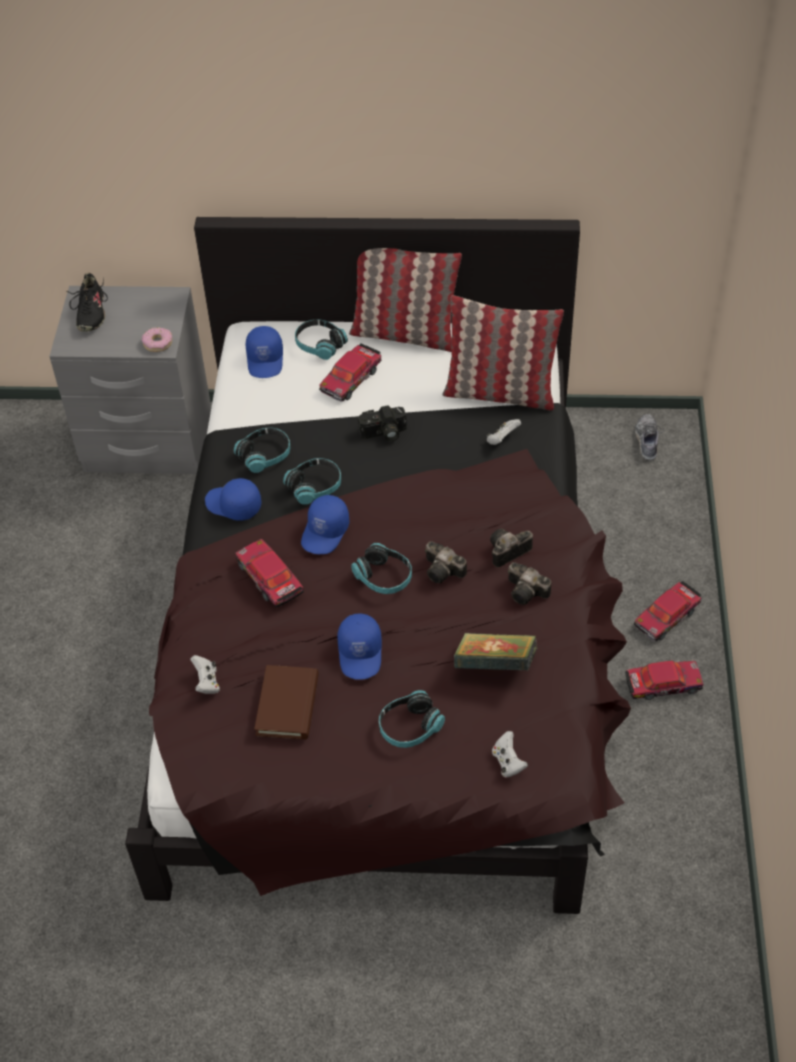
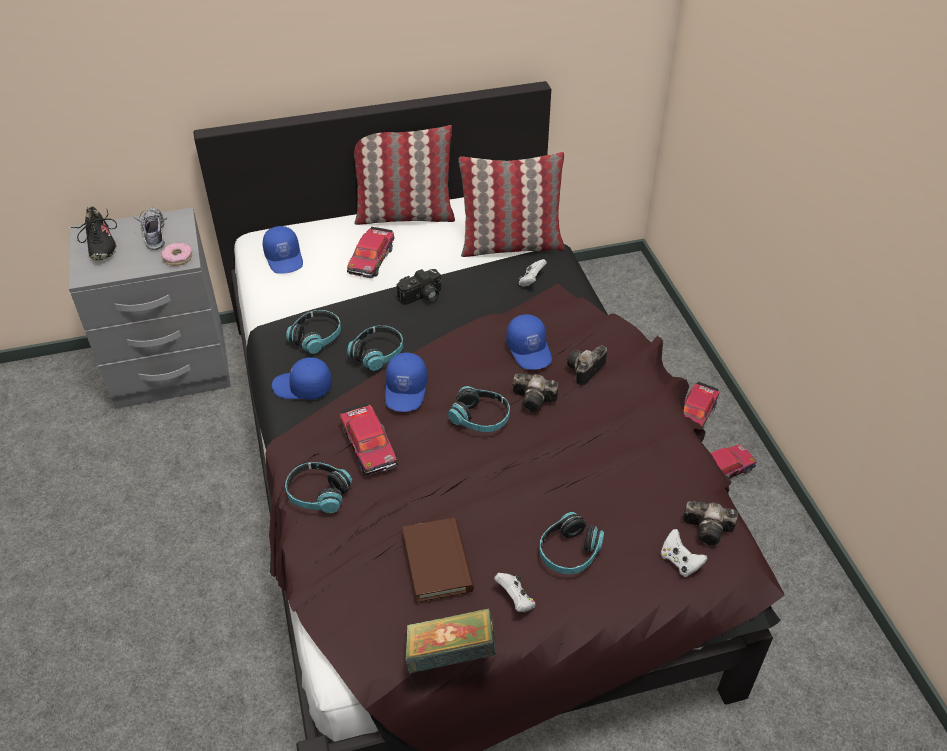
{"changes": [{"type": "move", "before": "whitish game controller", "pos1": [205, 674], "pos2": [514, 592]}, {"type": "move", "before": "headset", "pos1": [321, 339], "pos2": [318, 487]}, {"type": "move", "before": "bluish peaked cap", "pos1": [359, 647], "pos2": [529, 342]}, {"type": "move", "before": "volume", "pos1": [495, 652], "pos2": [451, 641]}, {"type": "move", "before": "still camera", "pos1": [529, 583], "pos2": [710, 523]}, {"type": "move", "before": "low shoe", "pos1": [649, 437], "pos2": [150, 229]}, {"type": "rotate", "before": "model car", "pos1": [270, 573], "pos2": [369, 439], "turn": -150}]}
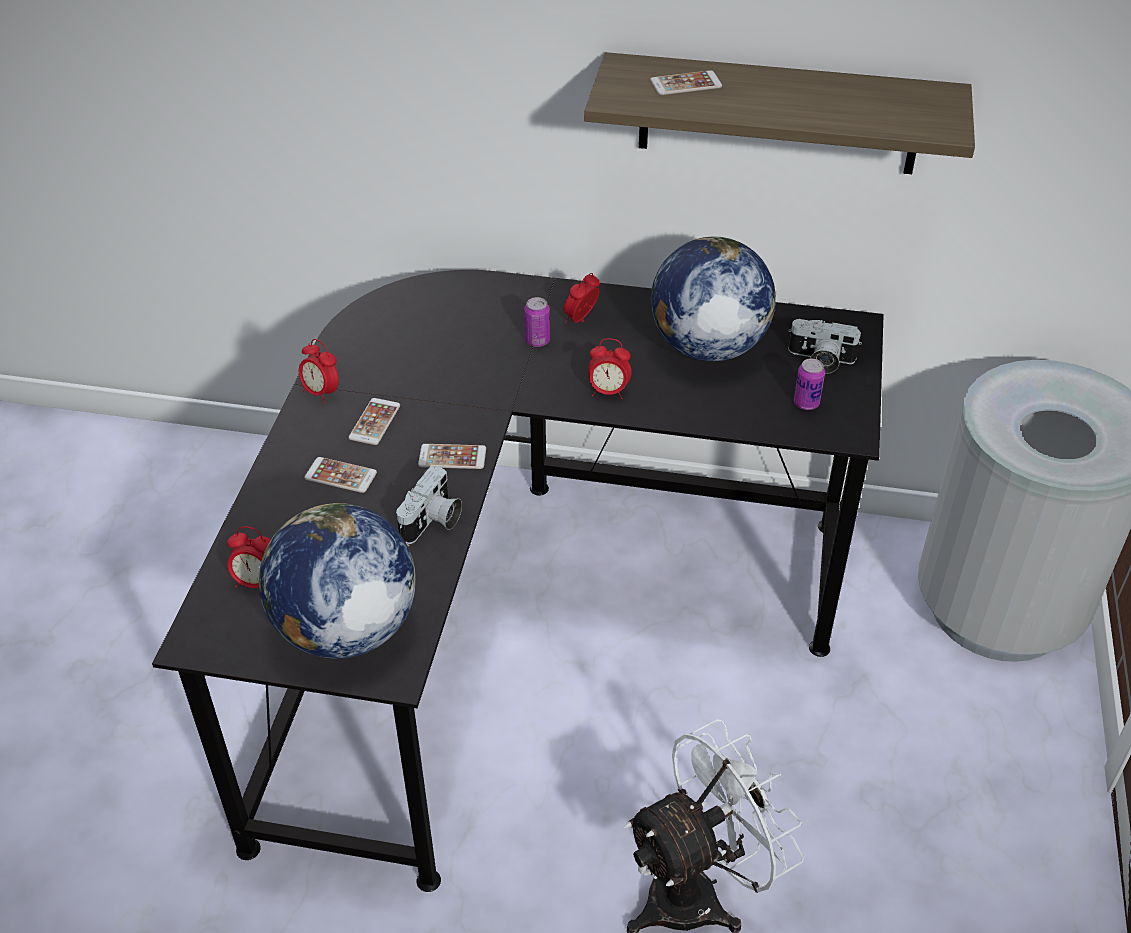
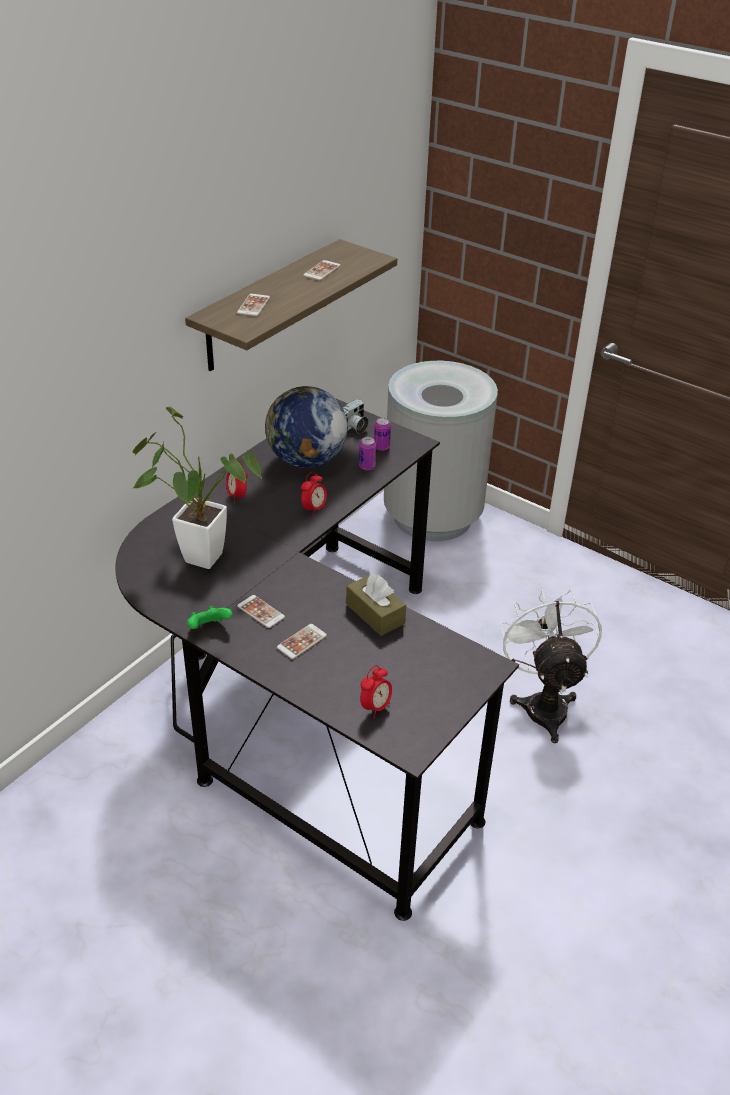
{"changes": [{"type": "delete", "before": "desk globe", "pos1": [337, 581]}, {"type": "insert", "after": "potted plant", "pos2": [197, 488]}, {"type": "move", "before": "phone", "pos1": [452, 456], "pos2": [322, 270]}, {"type": "move", "before": "metal can", "pos1": [537, 322], "pos2": [367, 453]}, {"type": "replace", "before": "table clock", "after": "green-coloured game controller", "pos1": [319, 371], "pos2": [210, 617]}, {"type": "replace", "before": "still camera", "after": "brown-coloured tissue box", "pos1": [429, 505], "pos2": [376, 604]}]}
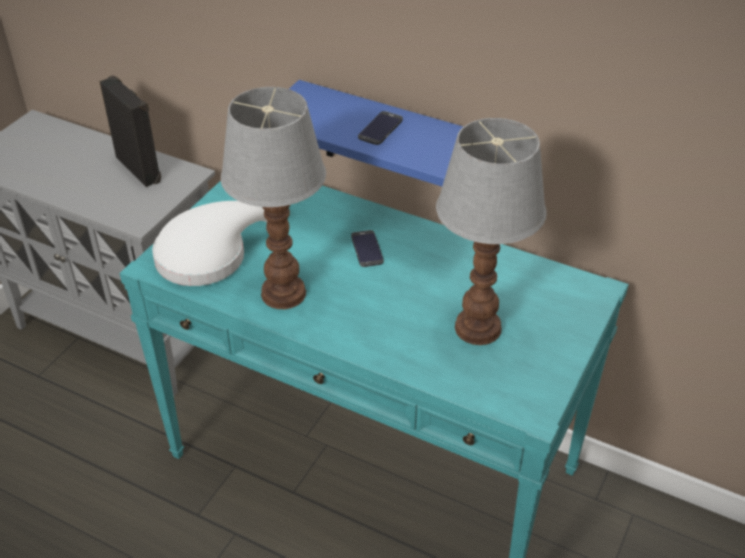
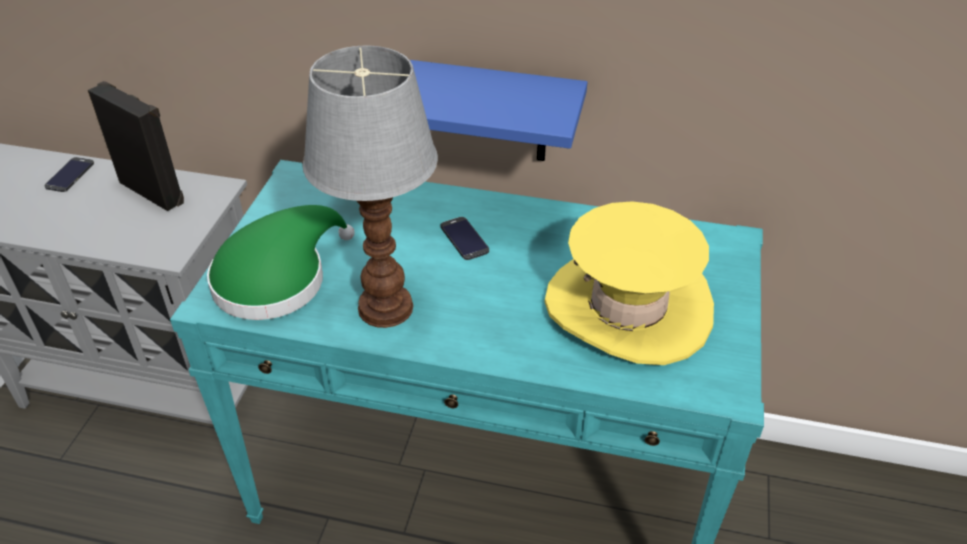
{"changes": [{"type": "move", "before": "phone", "pos1": [380, 128], "pos2": [69, 174]}, {"type": "replace", "before": "lamp for a table", "after": "yellow-coloured wearable hat", "pos1": [491, 231], "pos2": [629, 283]}, {"type": "recolor", "before": "whitish wearable hat", "after": "green-coloured wearable hat", "pos1": [209, 243], "pos2": [281, 262]}]}
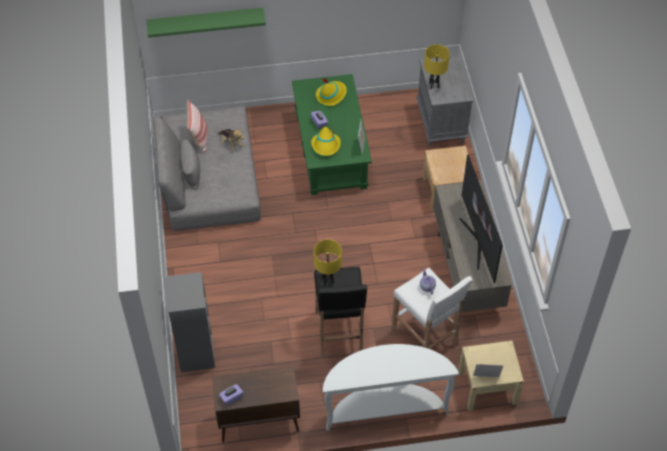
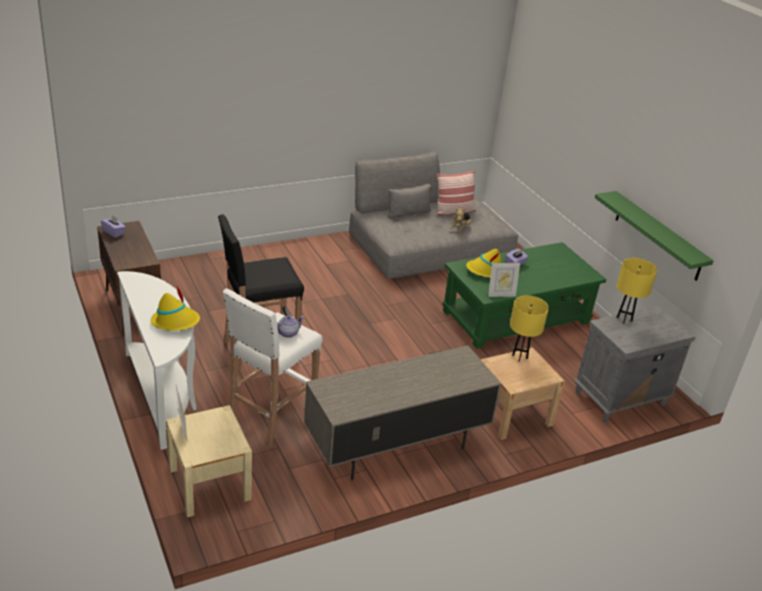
{"changes": [{"type": "delete", "before": "grey bookcase", "pos1": [190, 322]}, {"type": "delete", "before": "TV", "pos1": [481, 219]}, {"type": "move", "before": "green-coloured wall shelf", "pos1": [206, 23], "pos2": [654, 236]}, {"type": "move", "before": "yellow-coloured lamp for a table", "pos1": [328, 262], "pos2": [529, 328]}, {"type": "move", "before": "yellow-coloured wearable hat", "pos1": [331, 92], "pos2": [175, 308]}]}
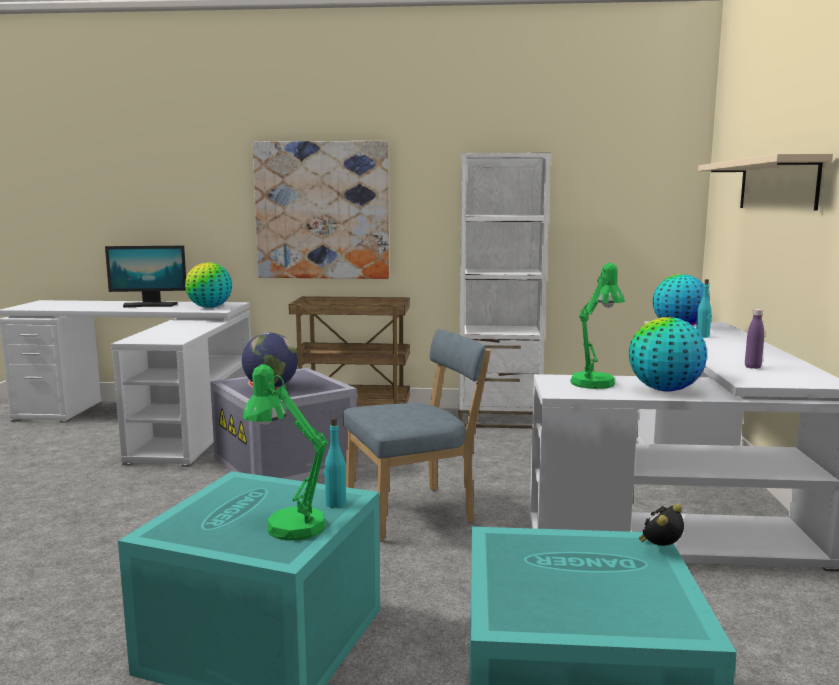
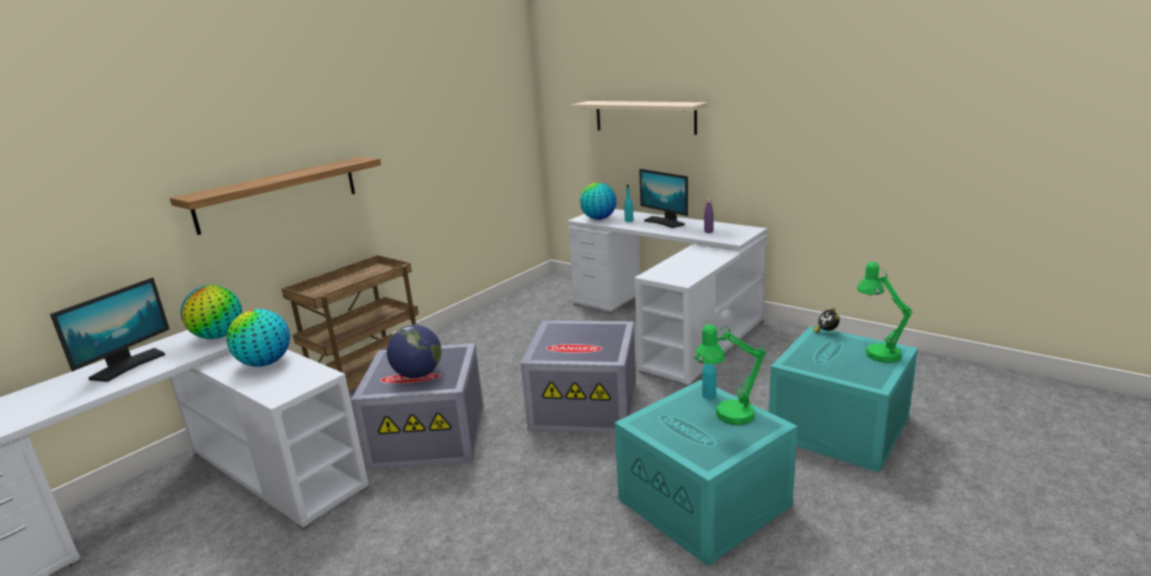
{"changes": [{"type": "delete", "before": "whitish bookcase", "pos1": [504, 291]}, {"type": "insert", "after": "computer display", "pos2": [663, 198]}, {"type": "move", "before": "green-coloured lamp for a table", "pos1": [597, 326], "pos2": [885, 312]}, {"type": "move", "before": "desk globe", "pos1": [668, 354], "pos2": [258, 338]}, {"type": "replace", "before": "wall art", "after": "wall shelf", "pos1": [321, 210], "pos2": [275, 196]}, {"type": "replace", "before": "bluish plain chair", "after": "grey storage bin", "pos1": [417, 435], "pos2": [578, 377]}]}
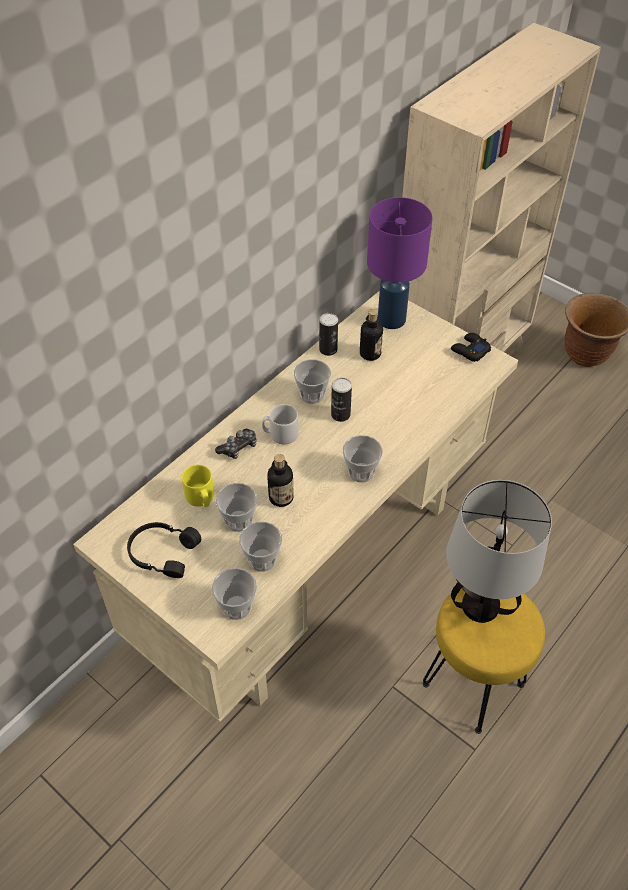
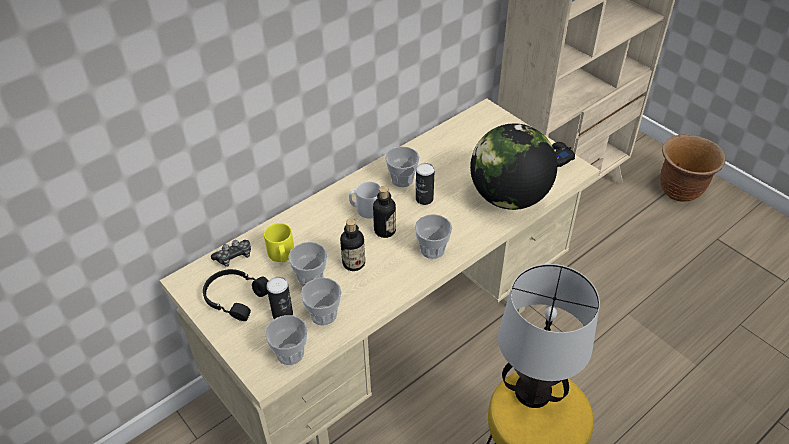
{"changes": [{"type": "delete", "before": "purplish lamp for a table", "pos1": [399, 263]}, {"type": "insert", "after": "desk globe", "pos2": [513, 167]}, {"type": "move", "before": "game controller", "pos1": [236, 444], "pos2": [231, 253]}, {"type": "move", "before": "metal can", "pos1": [328, 334], "pos2": [279, 298]}, {"type": "move", "before": "bottle", "pos1": [371, 335], "pos2": [384, 212]}]}
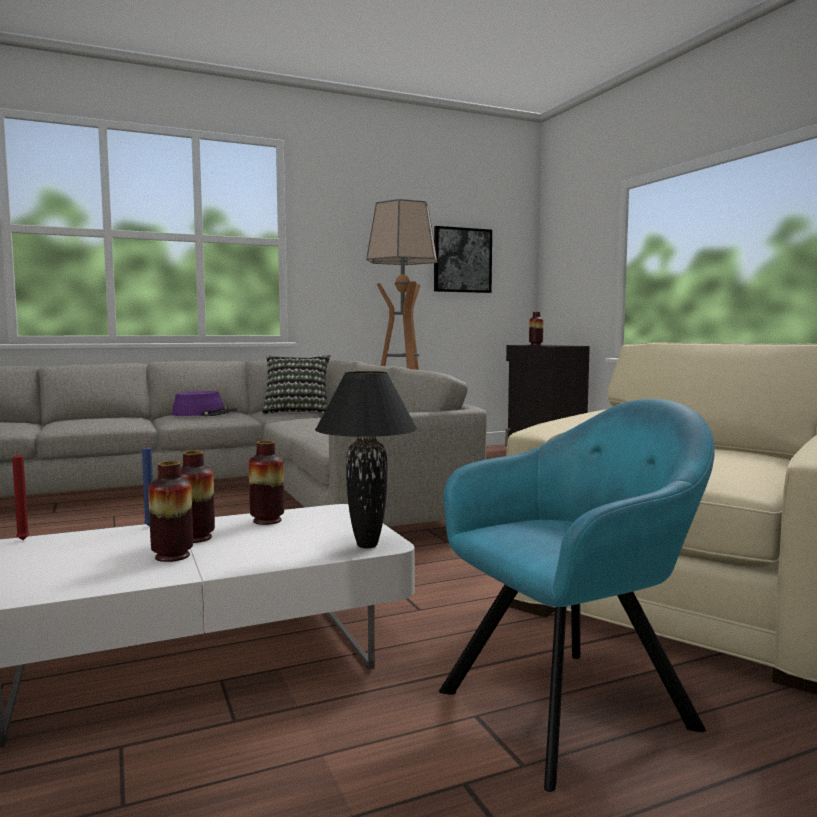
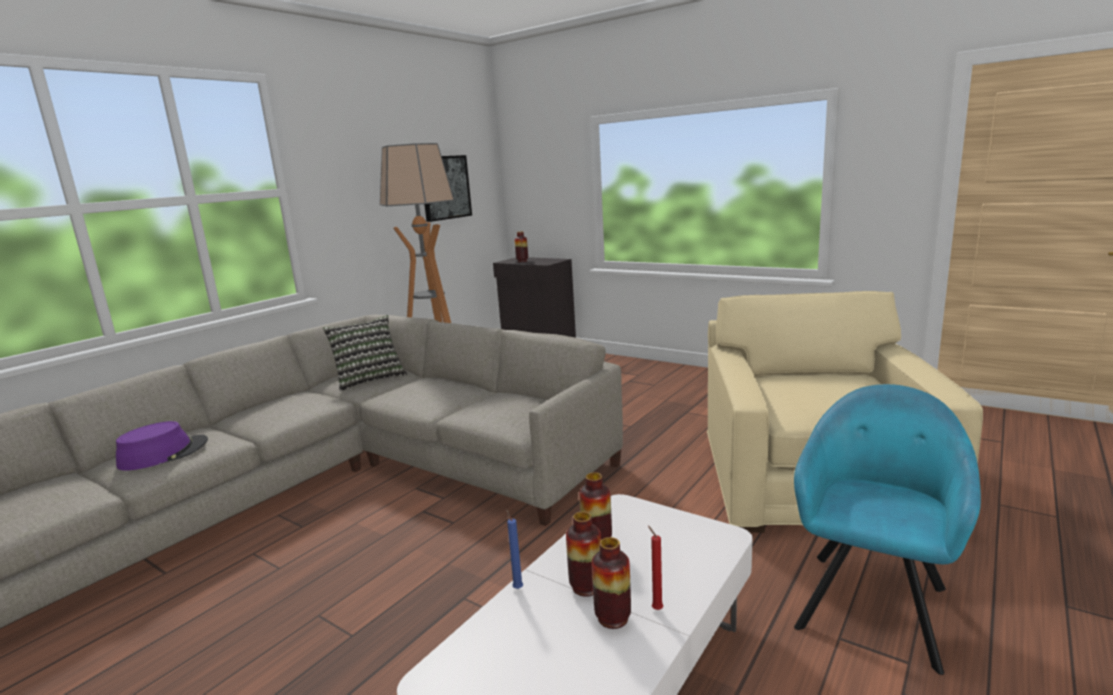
{"changes": [{"type": "delete", "before": "blackish lamp for a table", "pos1": [366, 459]}, {"type": "move", "before": "red candle", "pos1": [21, 492], "pos2": [655, 568]}, {"type": "move", "before": "purplish wearable hat", "pos1": [204, 403], "pos2": [162, 446]}]}
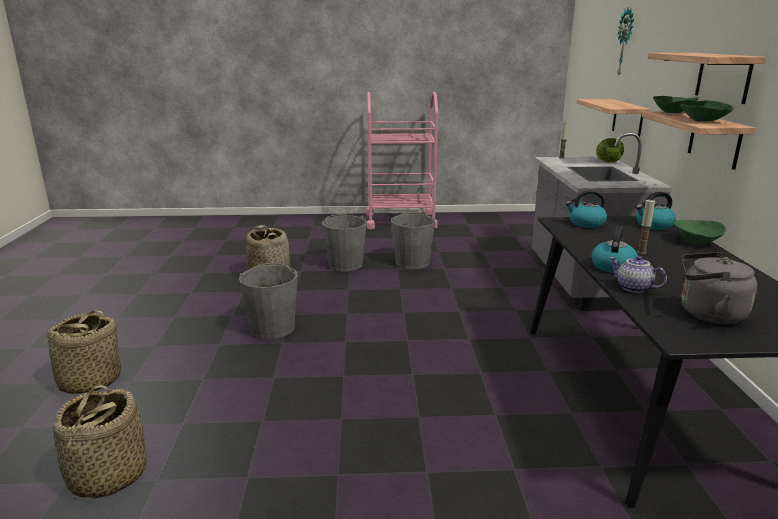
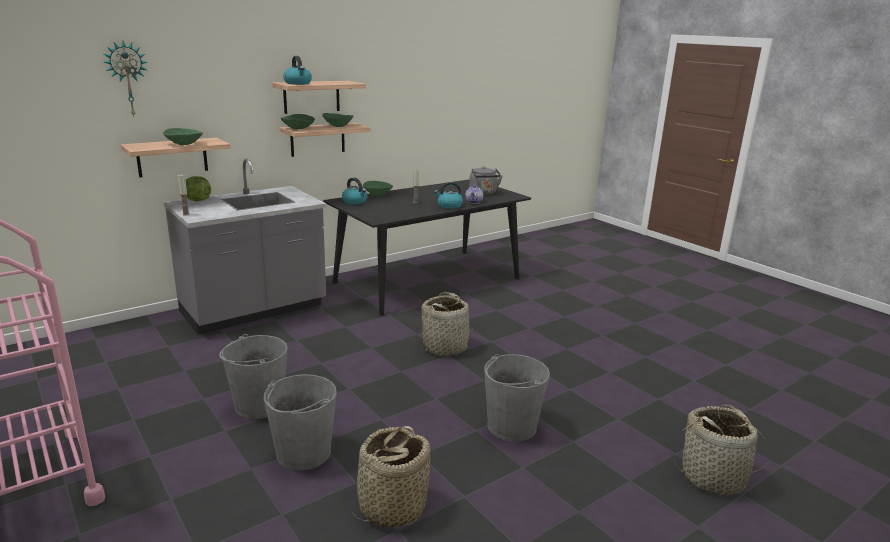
{"changes": [{"type": "insert", "after": "green-coloured deep dish", "pos2": [183, 136]}, {"type": "move", "before": "storage basket", "pos1": [100, 443], "pos2": [448, 324]}, {"type": "move", "before": "tea kettle", "pos1": [586, 209], "pos2": [297, 70]}]}
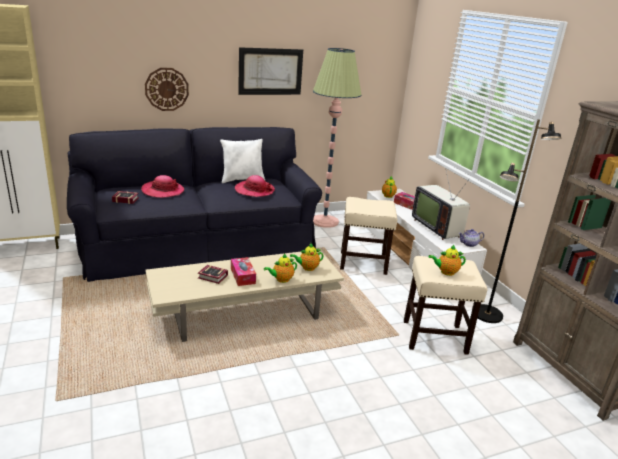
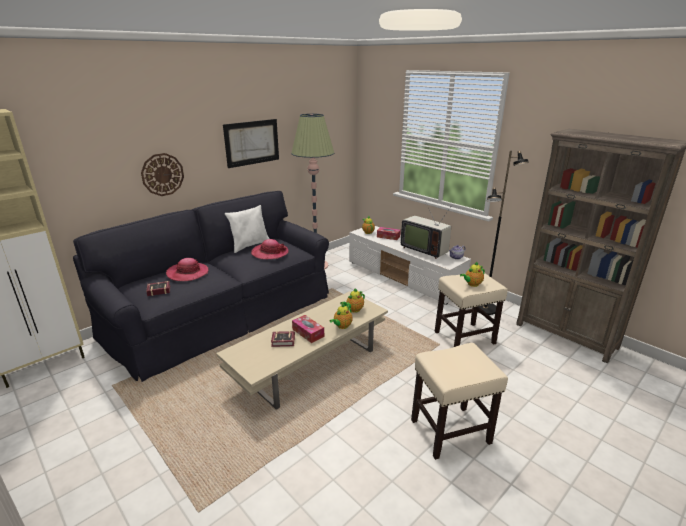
{"changes": [{"type": "move", "before": "beige-coloured sitting stool", "pos1": [368, 236], "pos2": [459, 401]}]}
